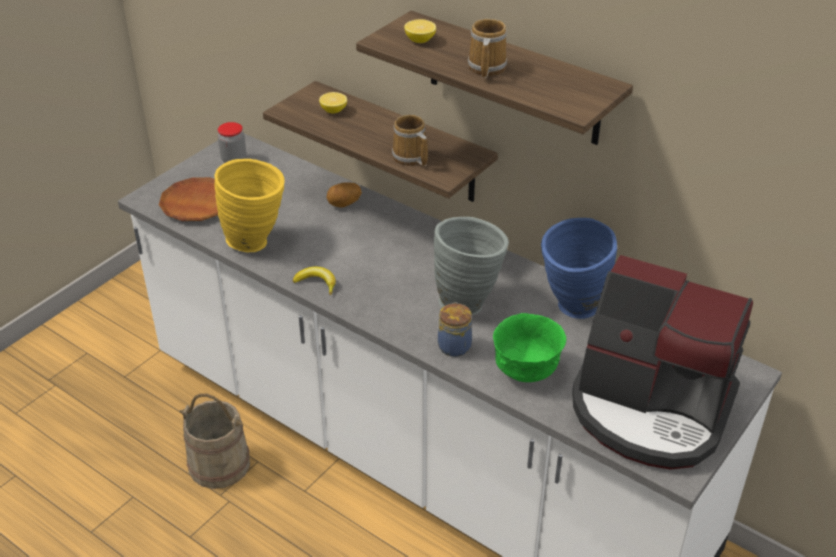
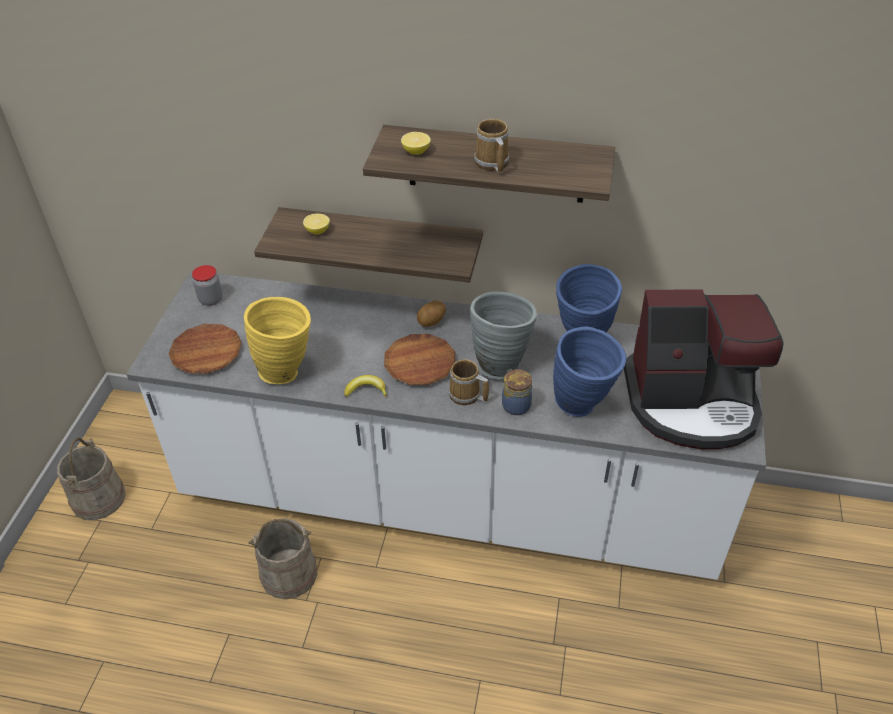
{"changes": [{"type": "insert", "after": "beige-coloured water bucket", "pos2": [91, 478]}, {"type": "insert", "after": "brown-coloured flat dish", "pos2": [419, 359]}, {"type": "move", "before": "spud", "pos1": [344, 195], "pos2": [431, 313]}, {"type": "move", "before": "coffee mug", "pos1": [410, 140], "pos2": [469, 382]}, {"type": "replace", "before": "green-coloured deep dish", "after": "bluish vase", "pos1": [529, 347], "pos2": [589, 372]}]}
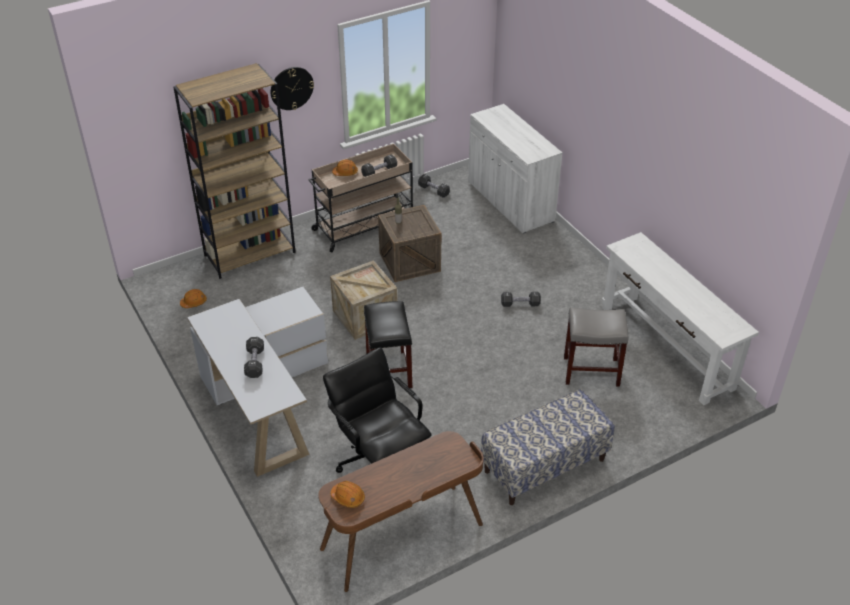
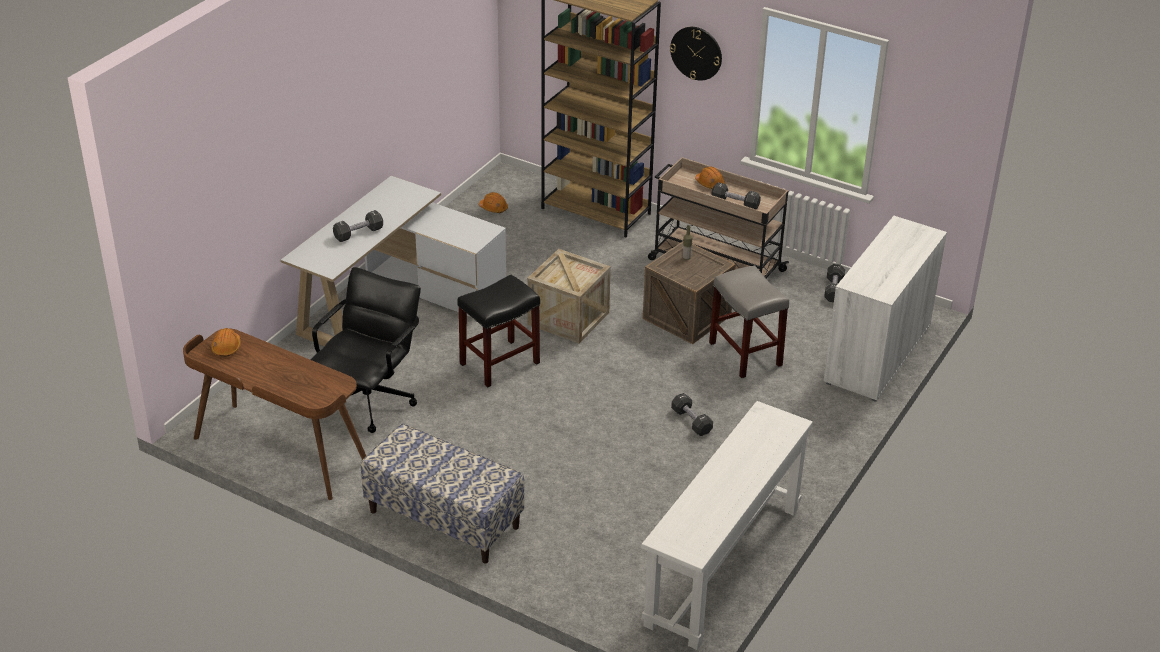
{"changes": [{"type": "move", "before": "grey sitting stool", "pos1": [596, 347], "pos2": [749, 322]}]}
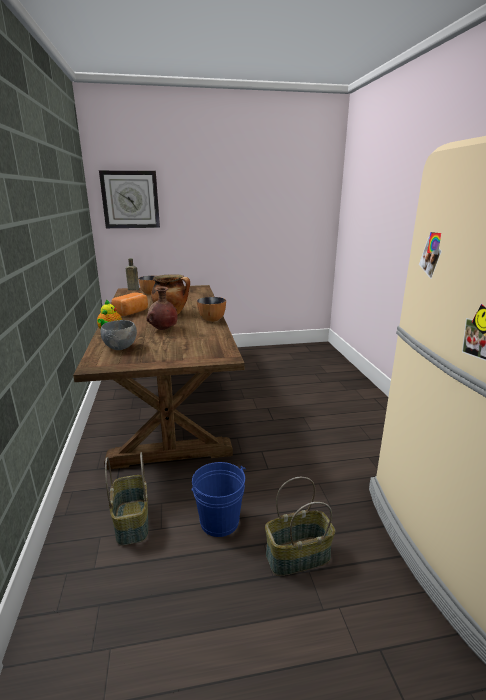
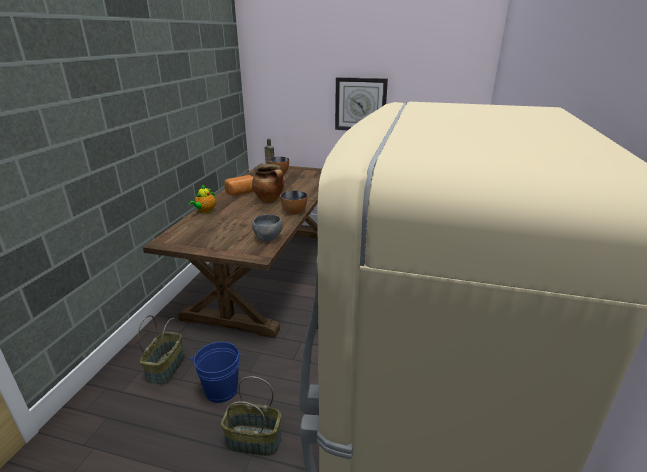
{"changes": [{"type": "delete", "before": "brown-coloured vase", "pos1": [162, 308]}, {"type": "move", "before": "hanging clock", "pos1": [129, 199], "pos2": [361, 103]}, {"type": "move", "before": "grey deep dish", "pos1": [119, 335], "pos2": [268, 227]}]}
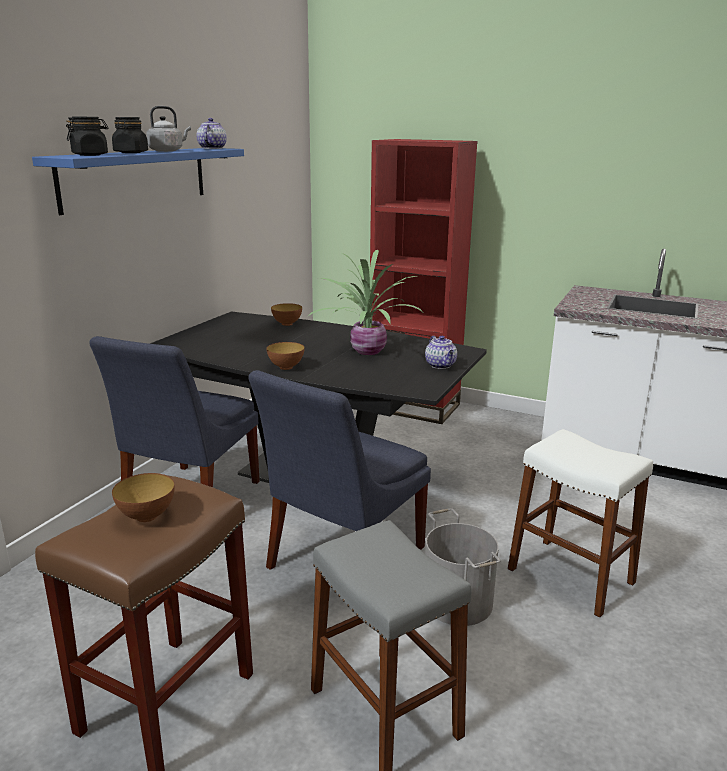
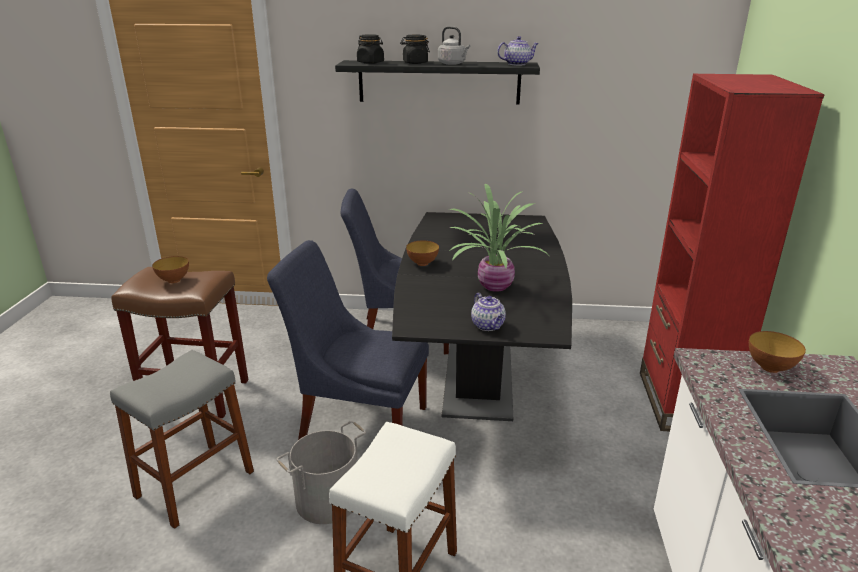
{"changes": [{"type": "move", "before": "deep dish", "pos1": [286, 314], "pos2": [777, 352]}, {"type": "recolor", "before": "bluish wall shelf", "after": "blackish wall shelf", "pos1": [138, 181], "pos2": [437, 82]}, {"type": "rotate", "before": "pot for tea", "pos1": [441, 352], "pos2": [488, 312], "turn": -75}]}
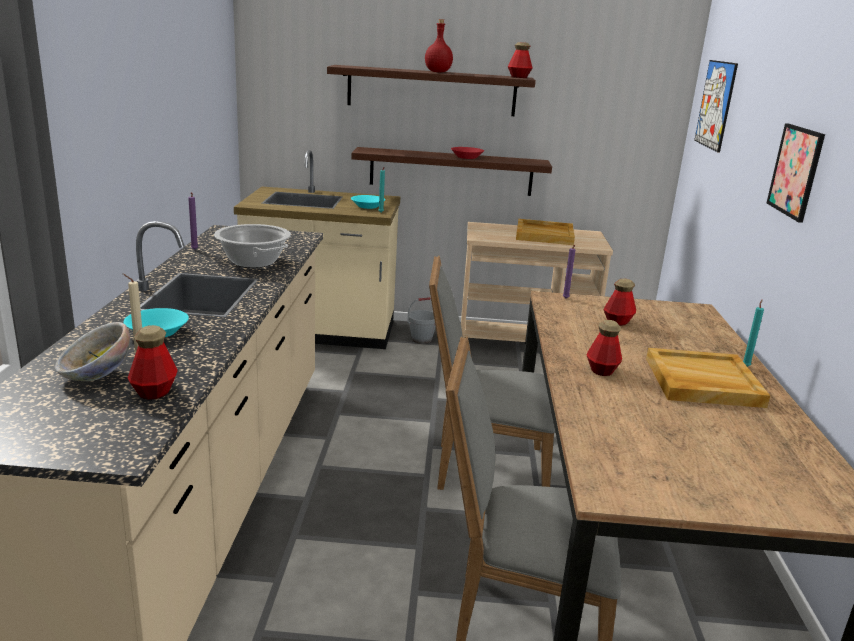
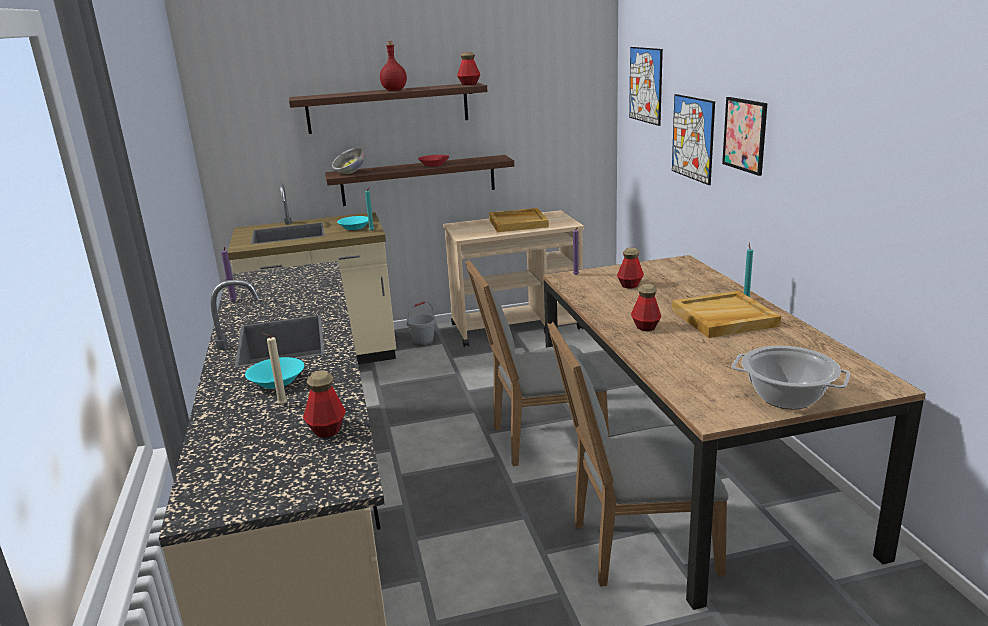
{"changes": [{"type": "insert", "after": "wall art", "pos2": [693, 139]}, {"type": "move", "before": "deep dish", "pos1": [92, 351], "pos2": [348, 161]}, {"type": "move", "before": "cooking pot", "pos1": [252, 246], "pos2": [791, 377]}]}
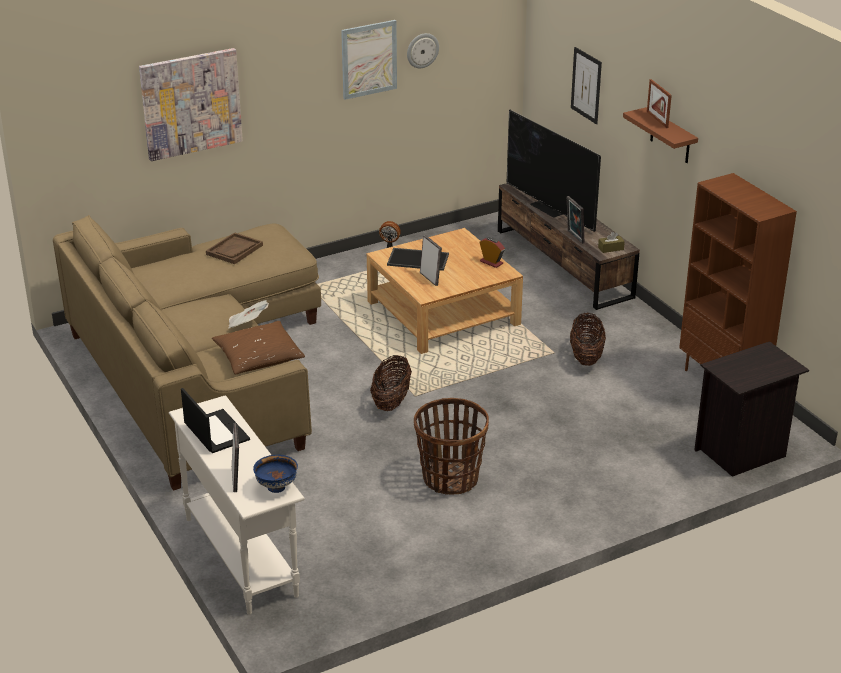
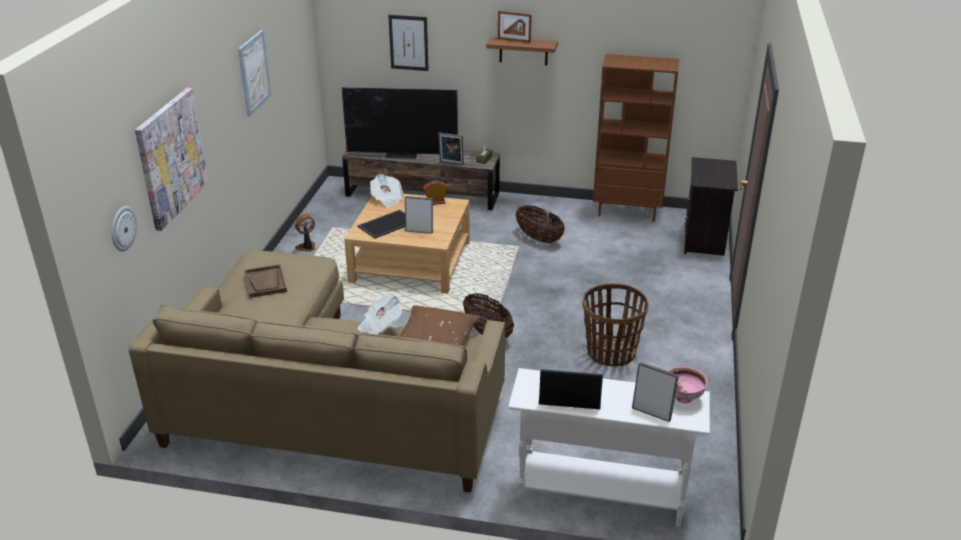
{"changes": [{"type": "insert", "after": "printed paper", "pos2": [387, 191]}, {"type": "move", "before": "hanging clock", "pos1": [423, 50], "pos2": [124, 229]}, {"type": "recolor", "before": "bluish deep dish", "after": "pinkish deep dish", "pos1": [275, 474], "pos2": [688, 385]}]}
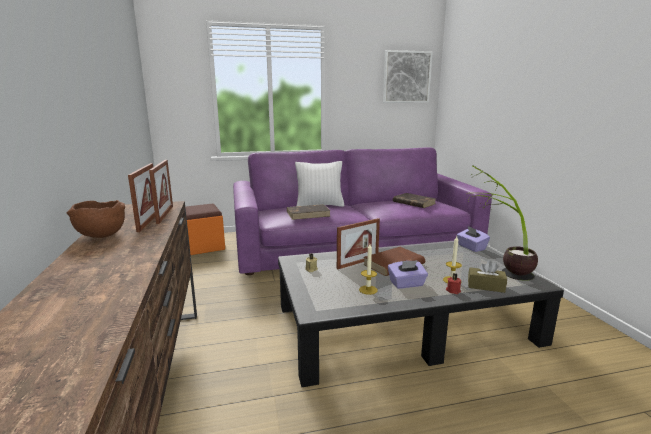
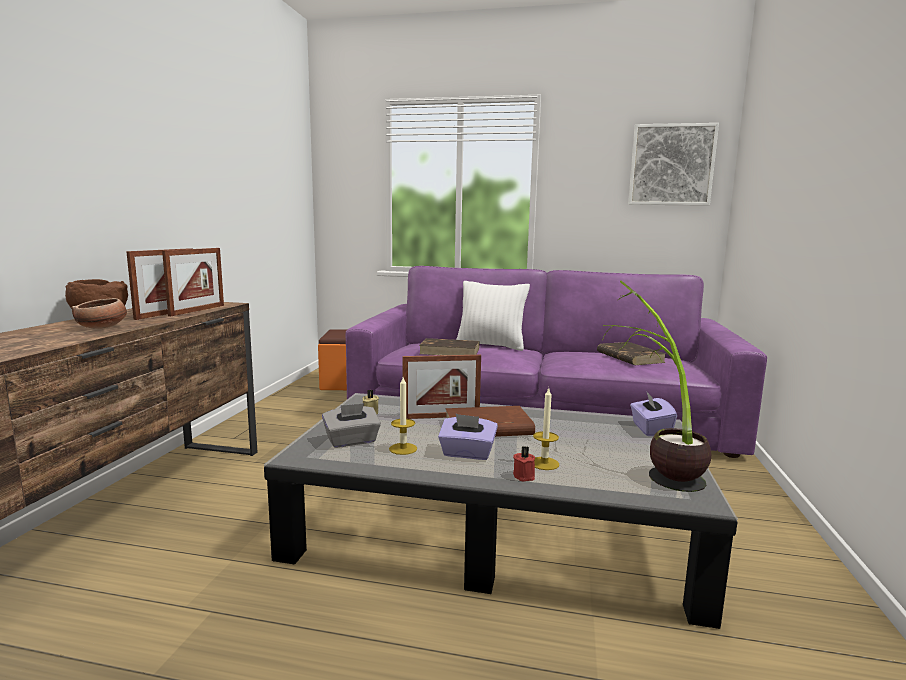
{"changes": [{"type": "delete", "before": "brown-coloured tissue box", "pos1": [487, 276]}, {"type": "insert", "after": "deep dish", "pos2": [99, 313]}, {"type": "insert", "after": "grey tissue box", "pos2": [351, 425]}]}
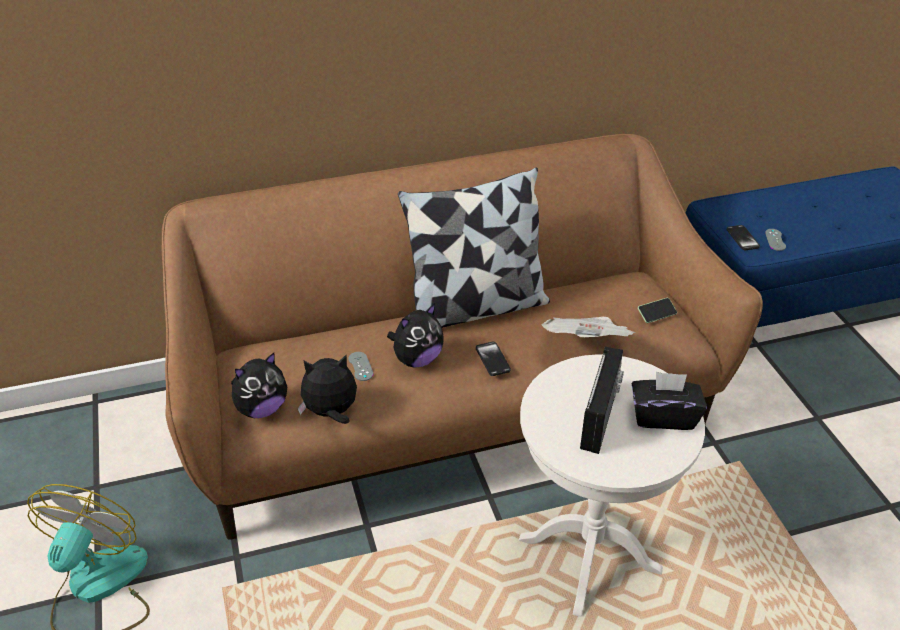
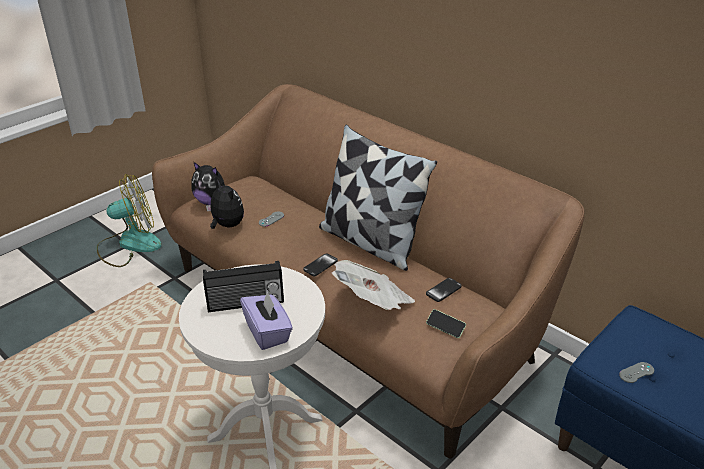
{"changes": [{"type": "delete", "before": "plush toy", "pos1": [415, 335]}, {"type": "move", "before": "phone", "pos1": [743, 237], "pos2": [444, 290]}, {"type": "recolor", "before": "blackish tissue box", "after": "purplish tissue box", "pos1": [669, 401], "pos2": [266, 320]}]}
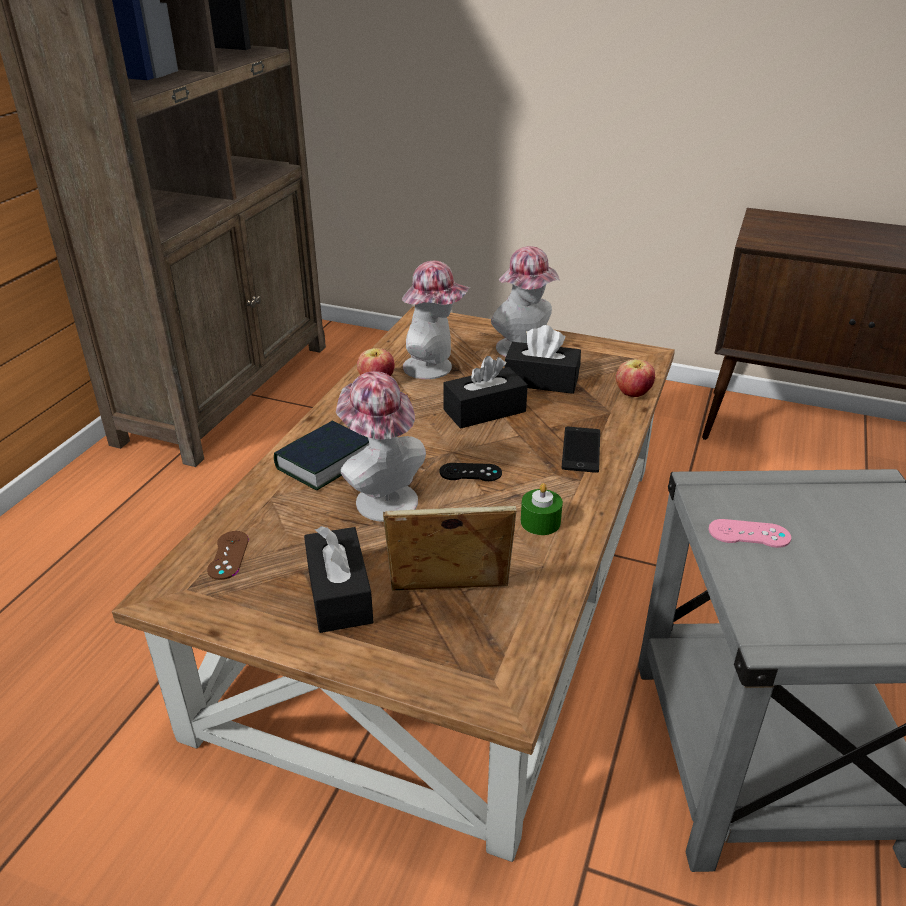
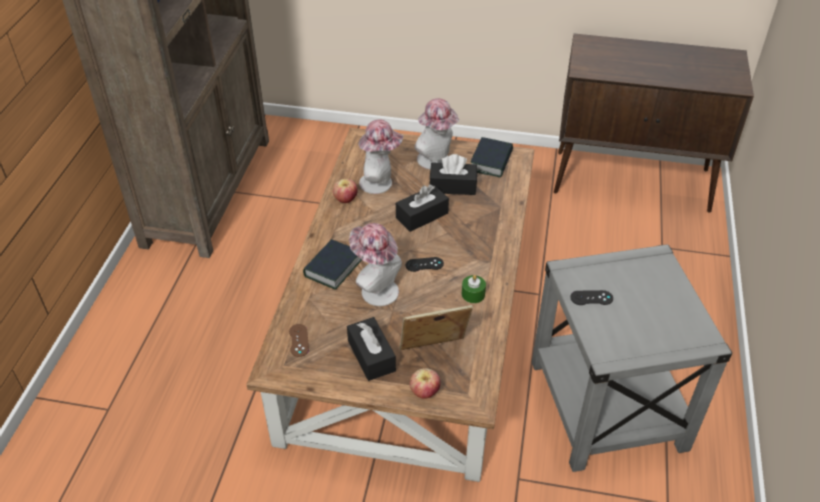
{"changes": [{"type": "delete", "before": "phone", "pos1": [580, 450]}, {"type": "insert", "after": "volume", "pos2": [492, 157]}, {"type": "move", "before": "apple fruit", "pos1": [635, 378], "pos2": [424, 383]}, {"type": "recolor", "before": "pinkish game controller", "after": "blackish game controller", "pos1": [750, 533], "pos2": [591, 297]}]}
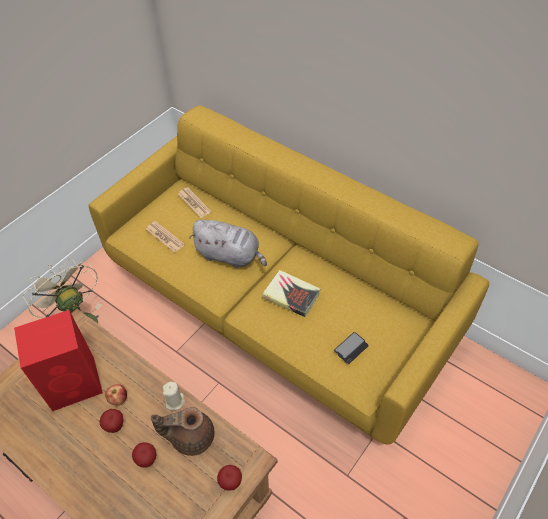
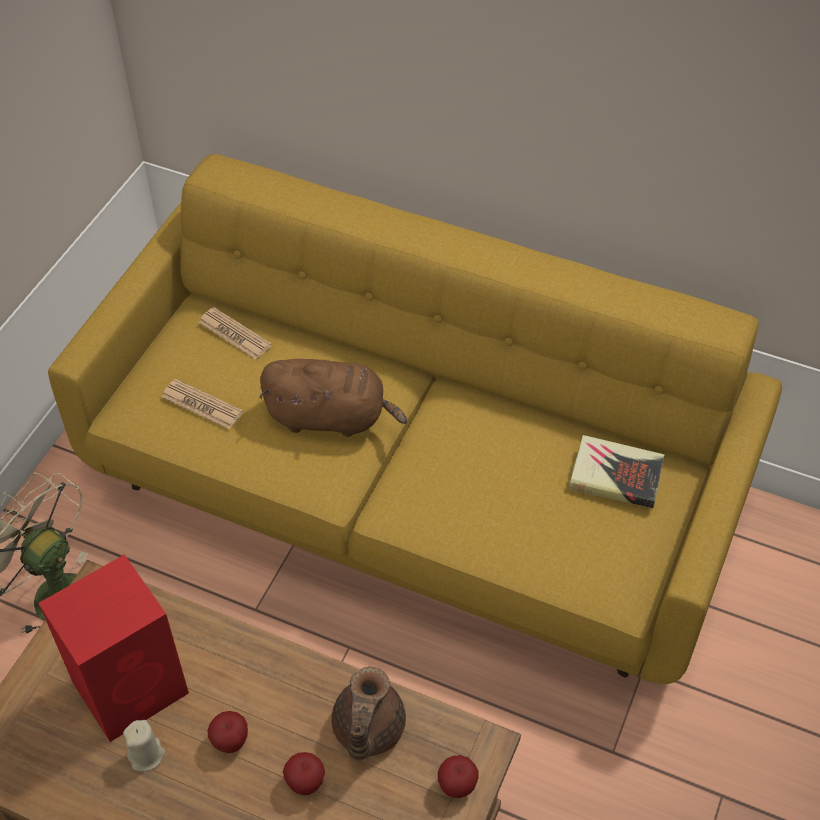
{"changes": [{"type": "delete", "before": "apple fruit", "pos1": [116, 395]}, {"type": "delete", "before": "phone", "pos1": [351, 348]}, {"type": "move", "before": "beige-coloured candle", "pos1": [174, 396], "pos2": [144, 745]}, {"type": "move", "before": "volume", "pos1": [291, 293], "pos2": [616, 471]}, {"type": "recolor", "before": "grey plush toy", "after": "brown-coloured plush toy", "pos1": [228, 243], "pos2": [333, 398]}, {"type": "rotate", "before": "brown-coloured pot for tea", "pos1": [182, 431], "pos2": [369, 713], "turn": -60}]}
